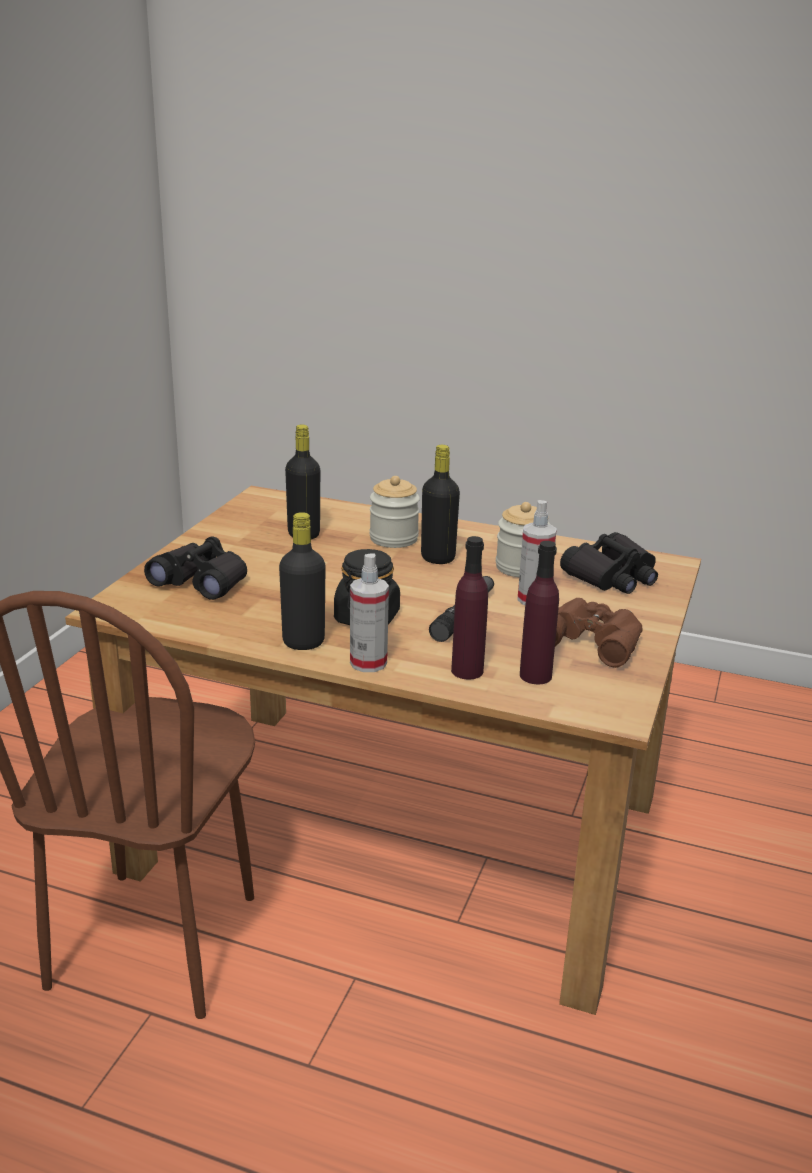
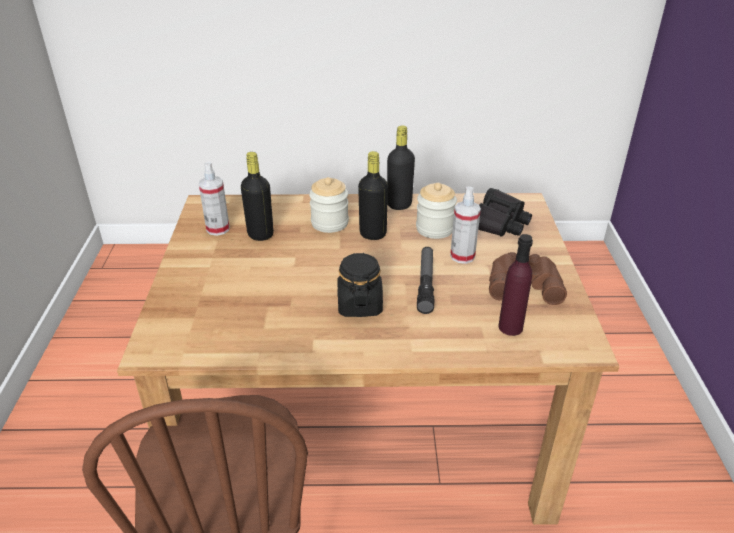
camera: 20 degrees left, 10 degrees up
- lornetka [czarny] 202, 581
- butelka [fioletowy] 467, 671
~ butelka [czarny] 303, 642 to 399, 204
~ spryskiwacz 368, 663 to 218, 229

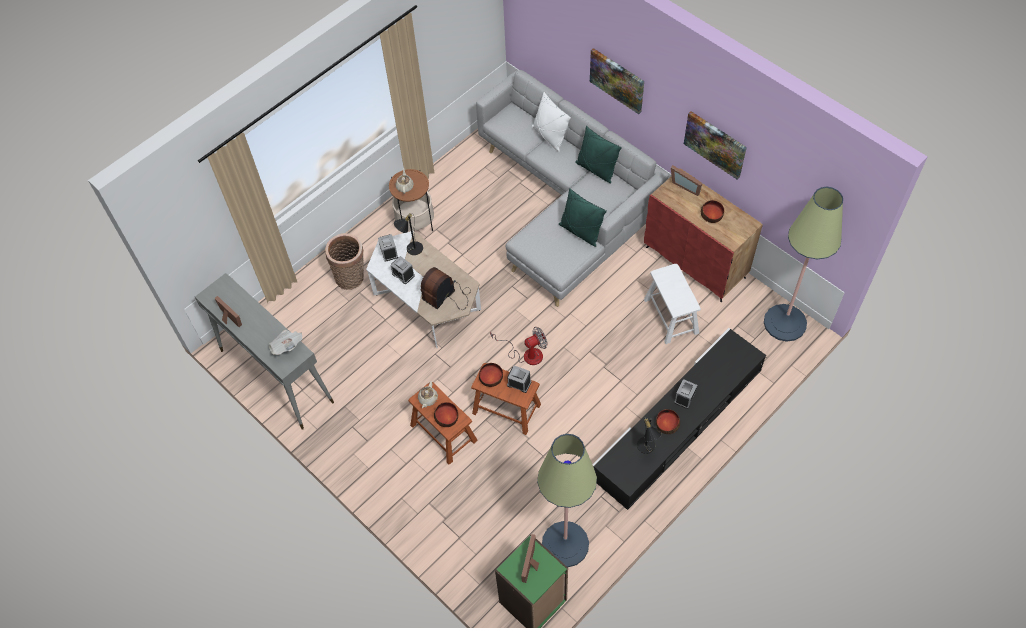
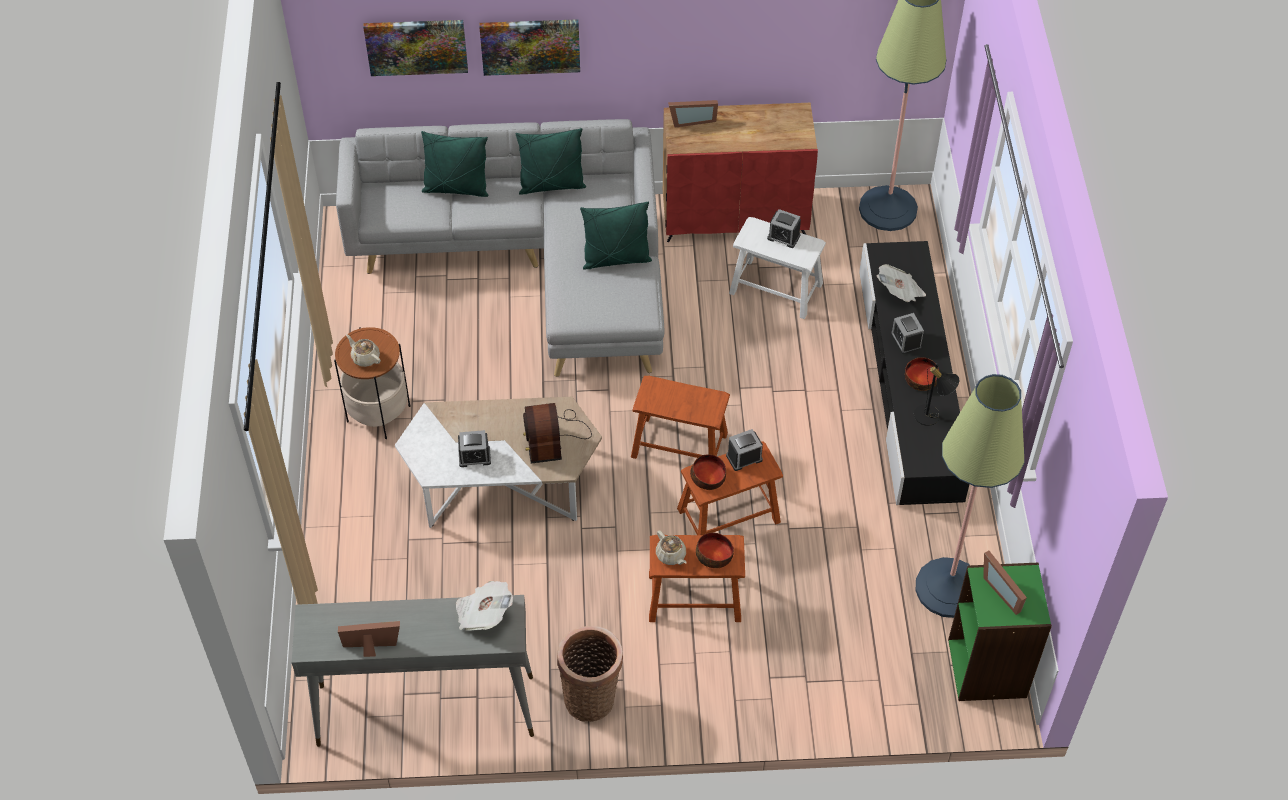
camera: 50 degrees left, 5 degrees down
- lampa stołowa [czarny] 411, 248
- miska 711, 215
+ gazeta 899, 292
~ koszyk 351, 277 to 591, 696
~ budzik 389, 252 to 783, 237
~ obraz 715, 144 to 416, 46
~ wentylator 526, 354 to stołek [brązowy] 679, 445
~ poduszka [biały] 549, 136 to poduszka [zielony] 456, 188

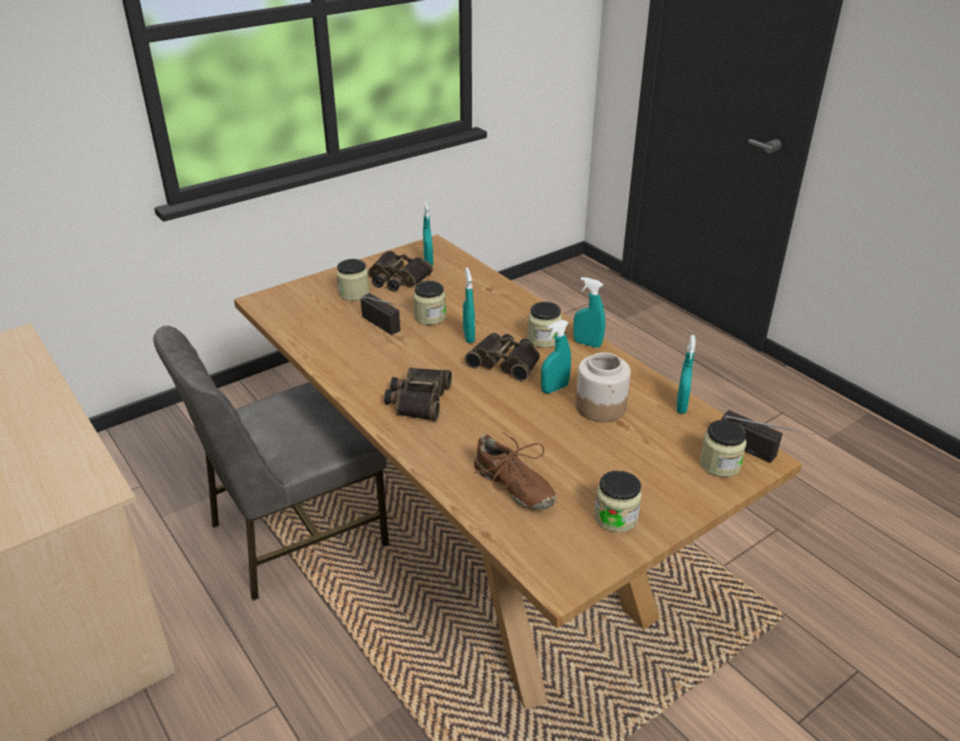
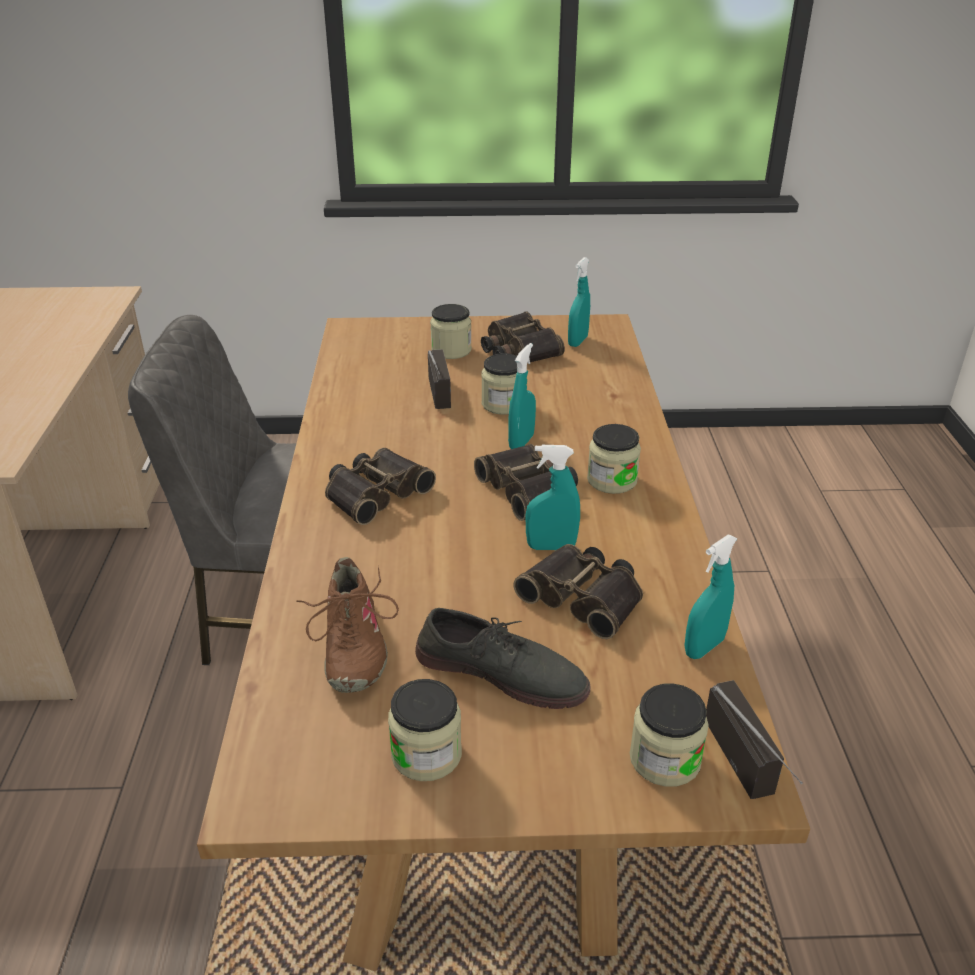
camera: 35 degrees right, 0 degrees up
- spryskiwacz [turkusowy] 587, 344
+ but [szary] 501, 671
~ słoik 601, 406 to lornetka 585, 596

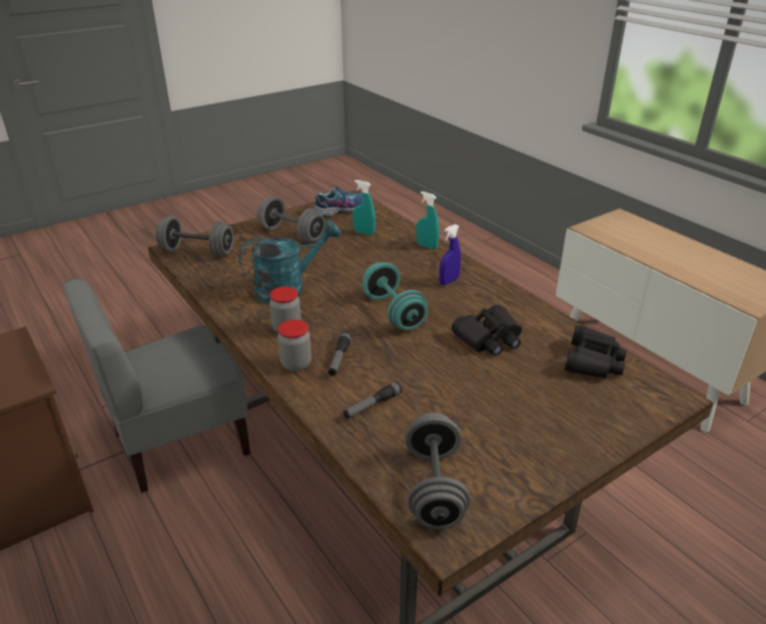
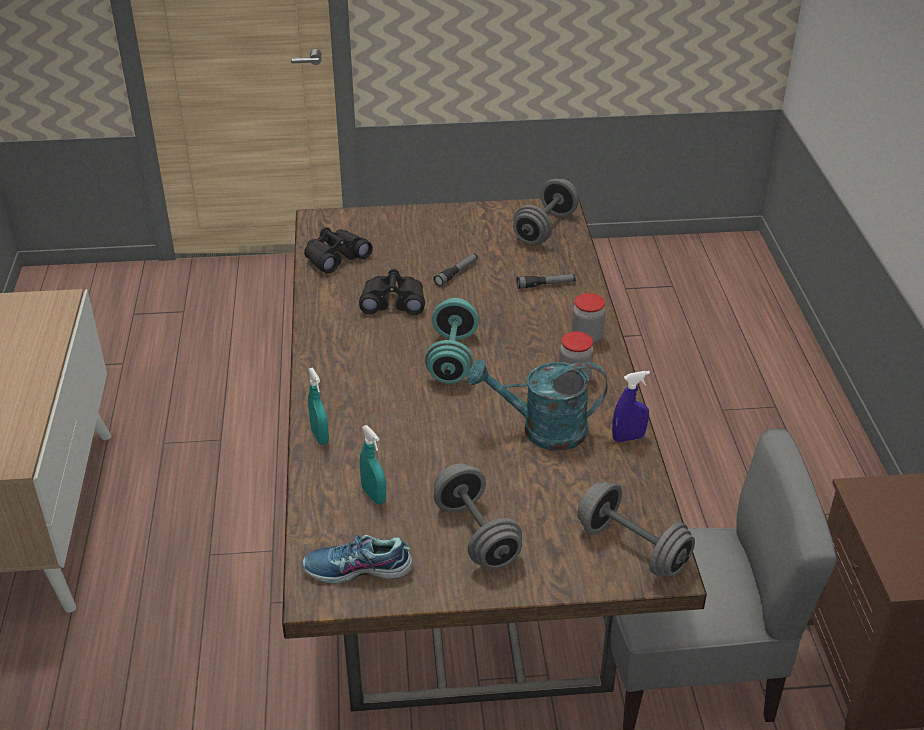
camera: 150 degrees left, 5 degrees up
~ latarka 339, 359 to 456, 273
~ spryskiwacz [niebieski] 449, 281 to 628, 438

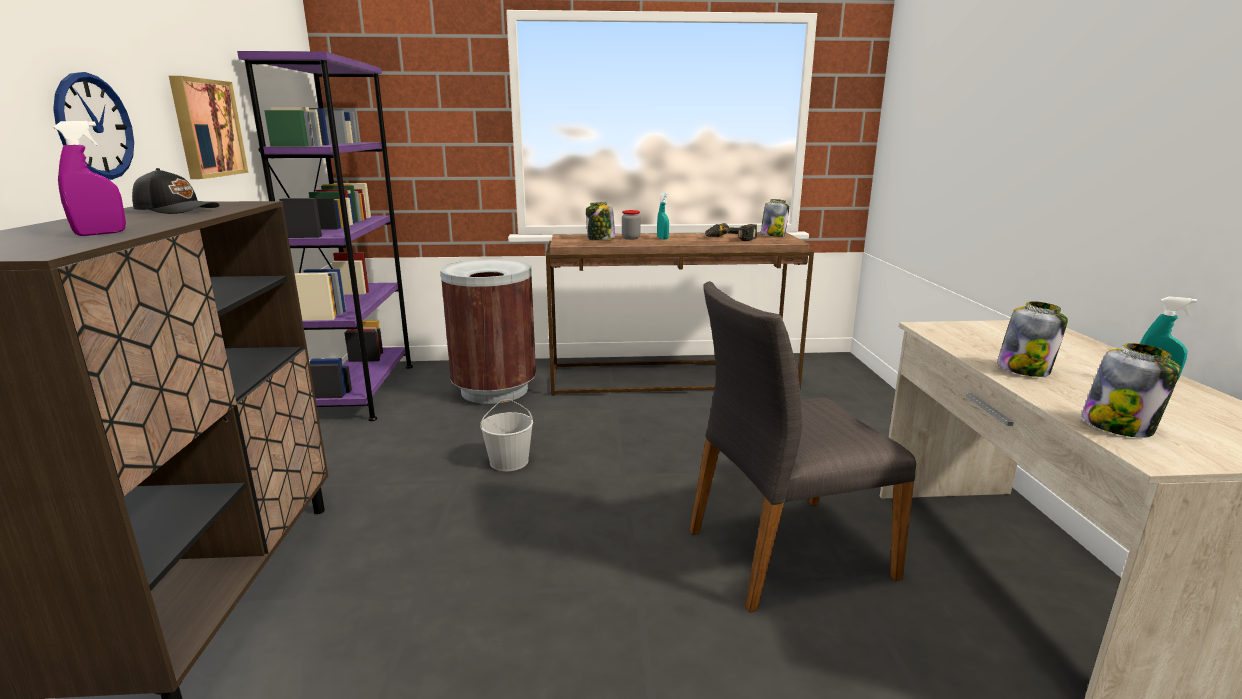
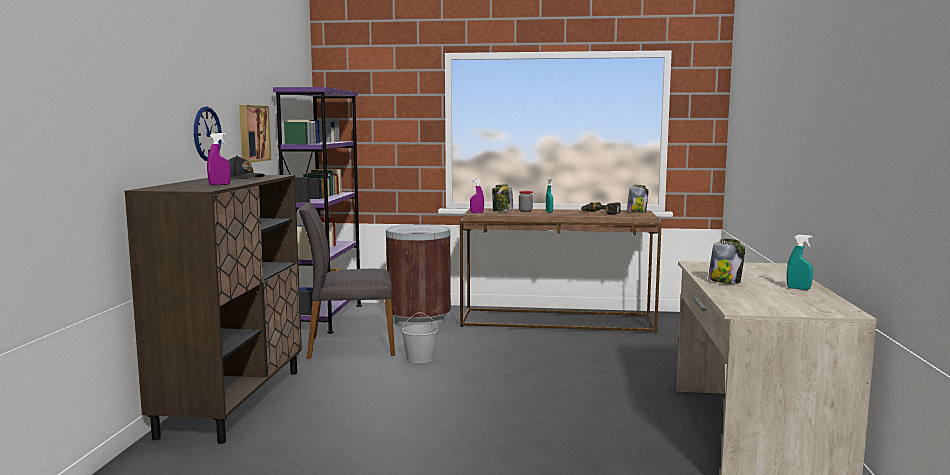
camera: 10 degrees right, 10 degrees down
- słoik 1119, 426
+ spryskiwacz [fioletowy] 477, 213
~ krzesło [szary] 785, 552 to 350, 346

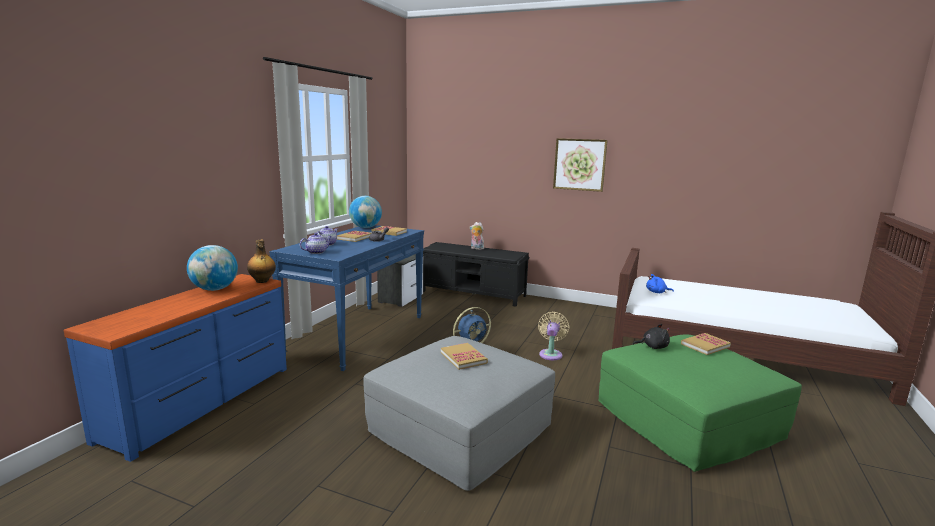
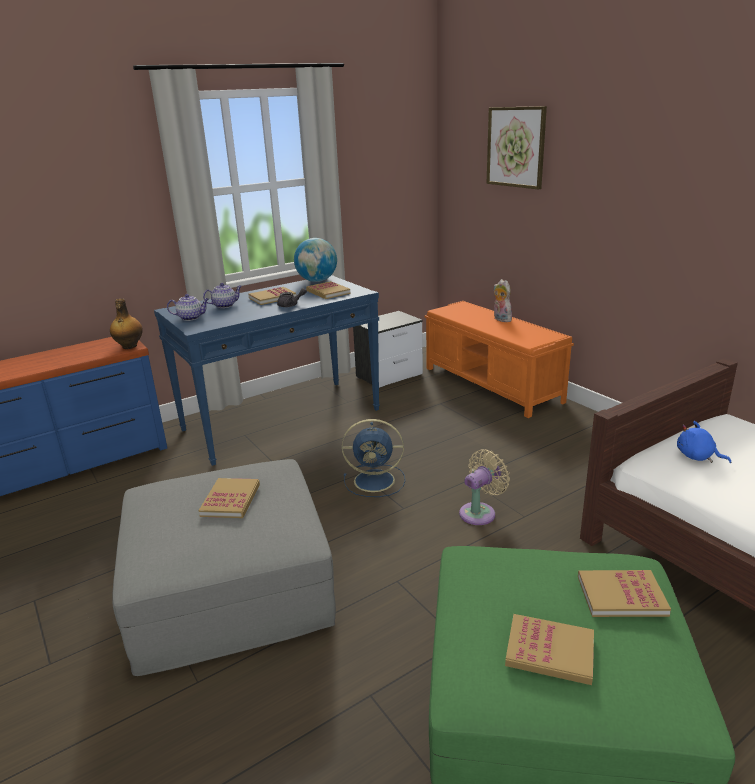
camera: 35 degrees right, 10 degrees up
- globus 215, 289
- pluszak [czarny] 653, 347
+ książka 550, 651
~ obraz 579, 164 to 516, 147
~ ławka [czarny] 474, 293 to ławka [pomarańczowy] 492, 385

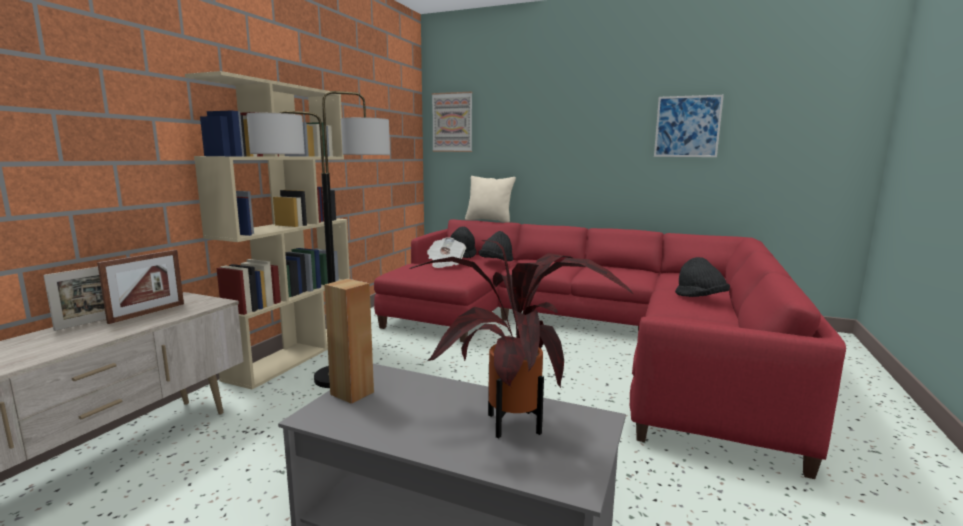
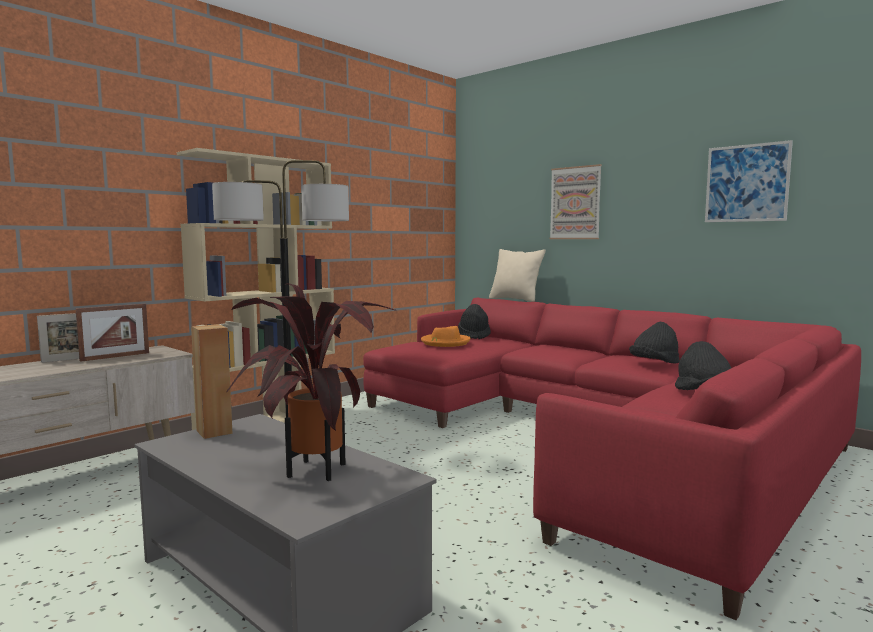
camera: 20 degrees right, 5 degrees down
~ obraz 452, 122 to 575, 203
~ kapelusz [czarny] 496, 262 to 654, 364
~ gazeta 445, 263 to kapelusz [pomarańczowy] 445, 342

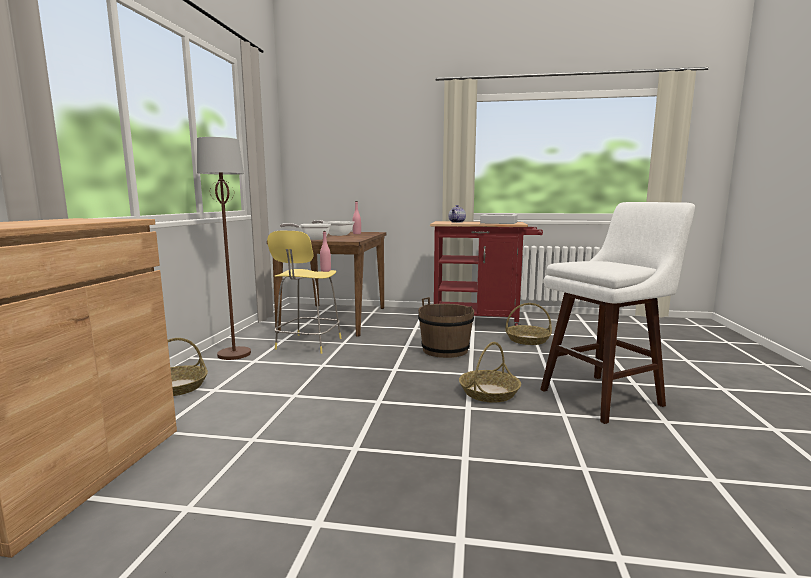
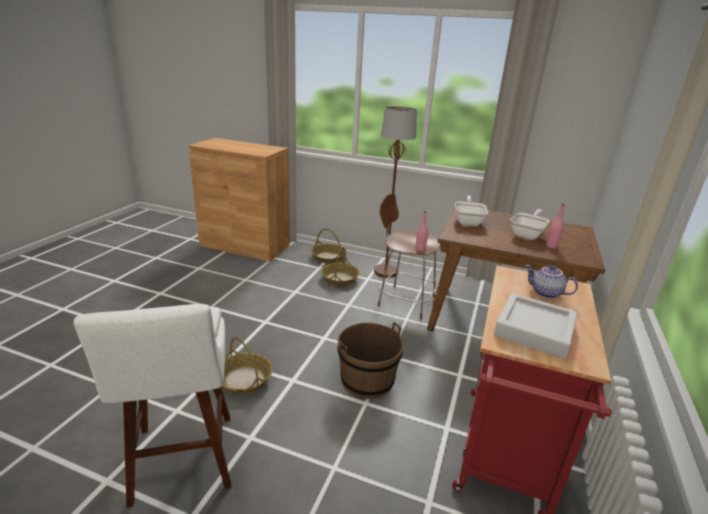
camera: 100 degrees right, 15 degrees up
~ koszyk 528, 340 to 339, 278
~ stołek [żółty] 308, 344 to stołek [brązowy] 404, 301

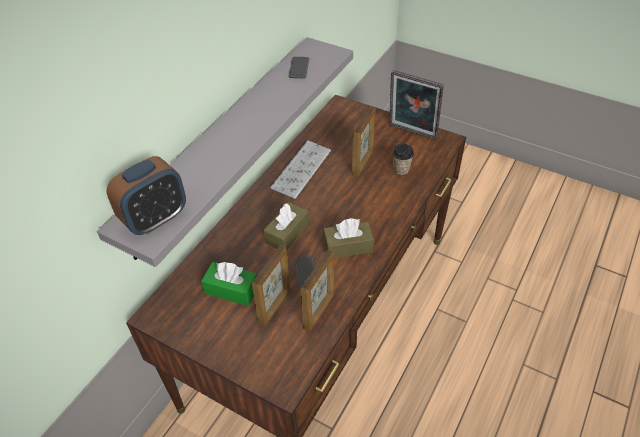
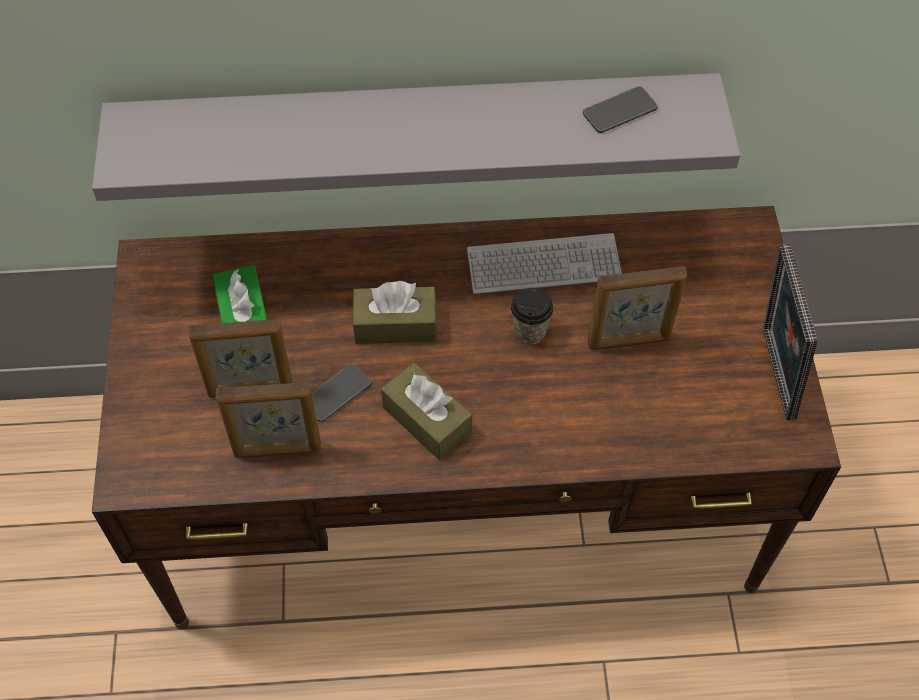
camera: 55 degrees right, 10 degrees up
- budzik 155, 219
~ filiżanka 401, 169 to 529, 331

